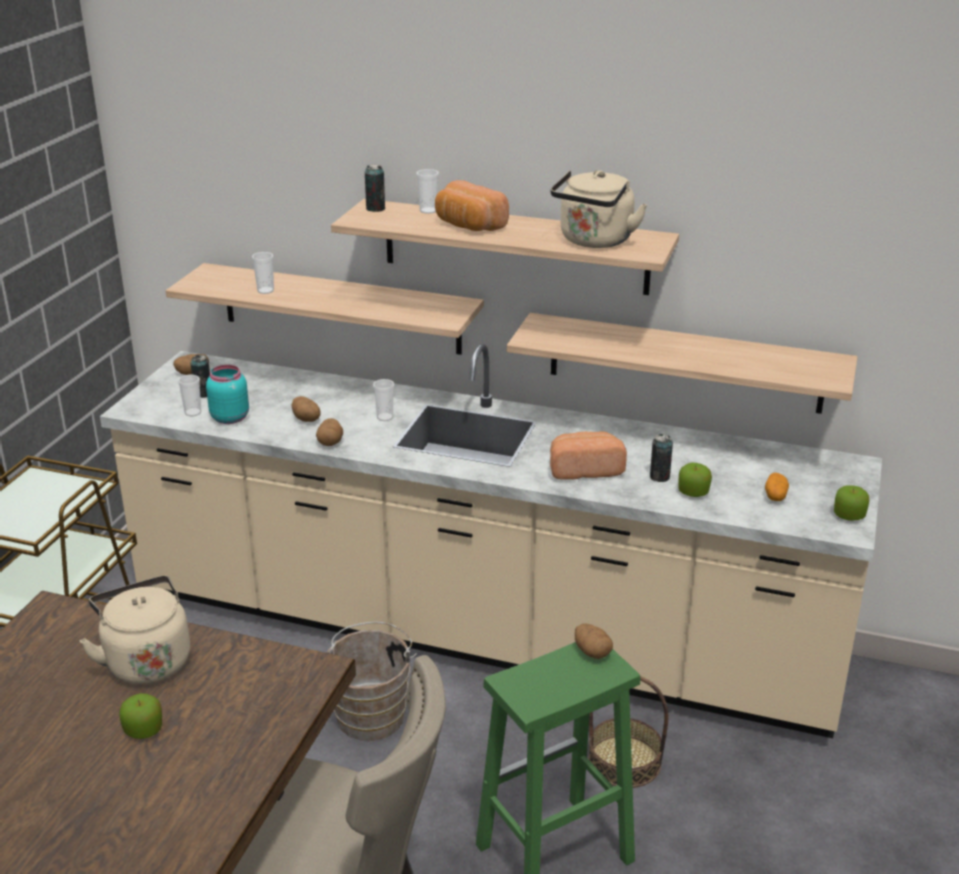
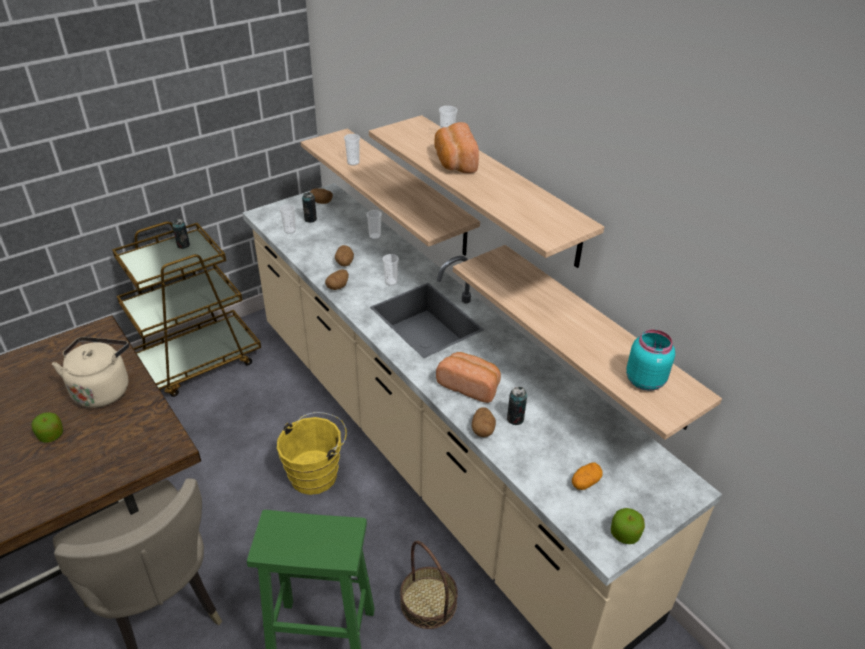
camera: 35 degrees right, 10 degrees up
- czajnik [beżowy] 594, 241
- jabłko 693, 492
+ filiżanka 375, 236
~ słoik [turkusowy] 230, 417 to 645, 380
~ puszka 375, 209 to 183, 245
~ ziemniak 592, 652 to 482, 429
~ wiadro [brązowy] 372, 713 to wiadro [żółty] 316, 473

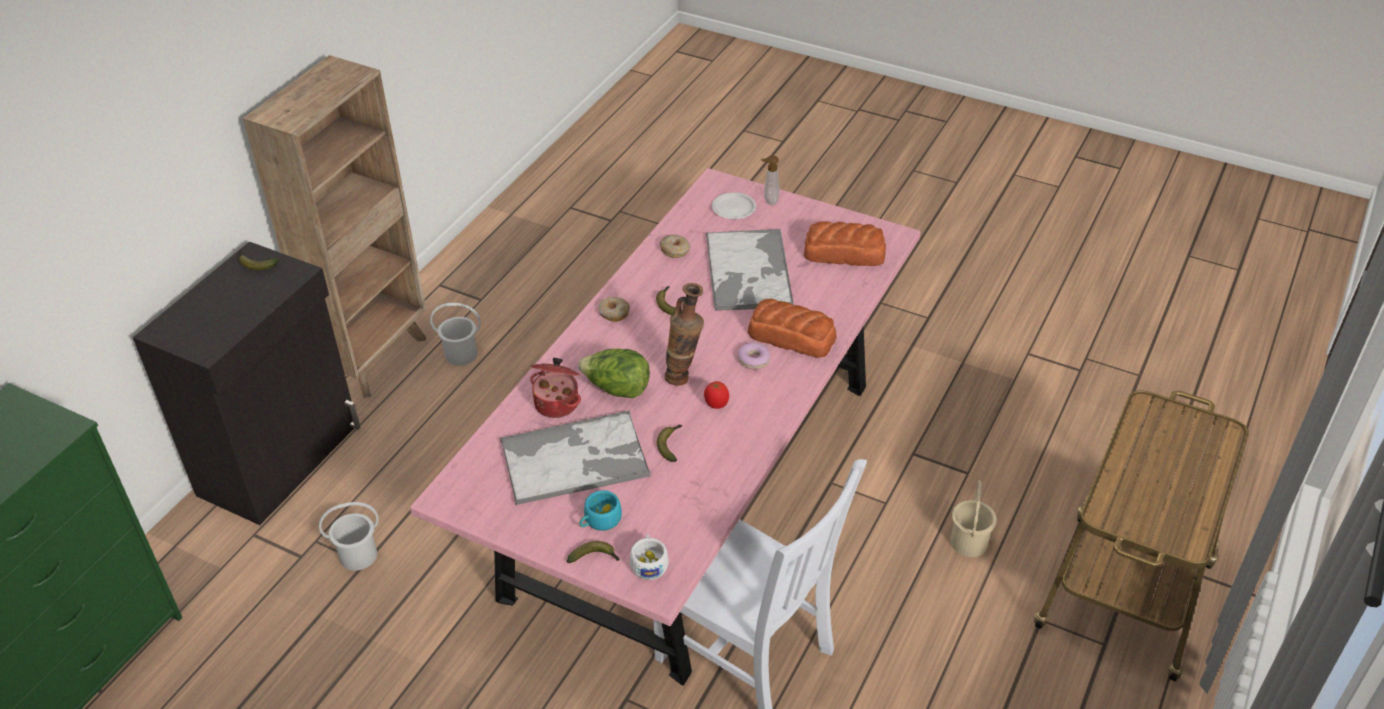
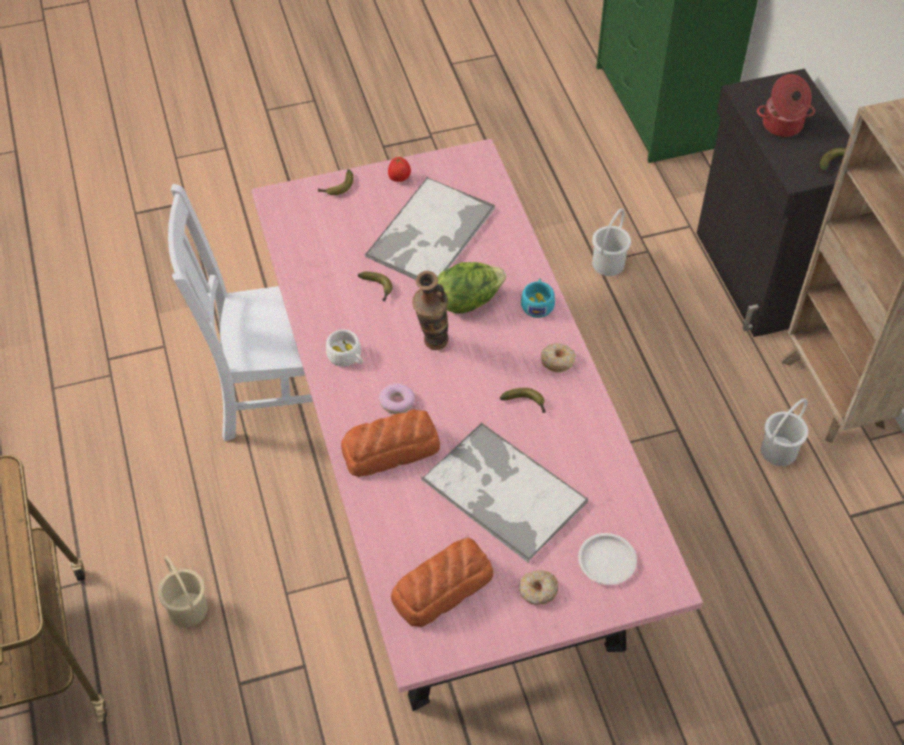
camera: 135 degrees right, 10 degrees up
- dozownik mydła 769, 201
~ garnek 557, 403 to 782, 125
~ filiżanka [turkusowy] 599, 520 to 537, 303
~ filiżanka [biały] 649, 562 to 347, 357
~ donut 675, 250 to 538, 591
~ pomidor 716, 404 to 399, 179

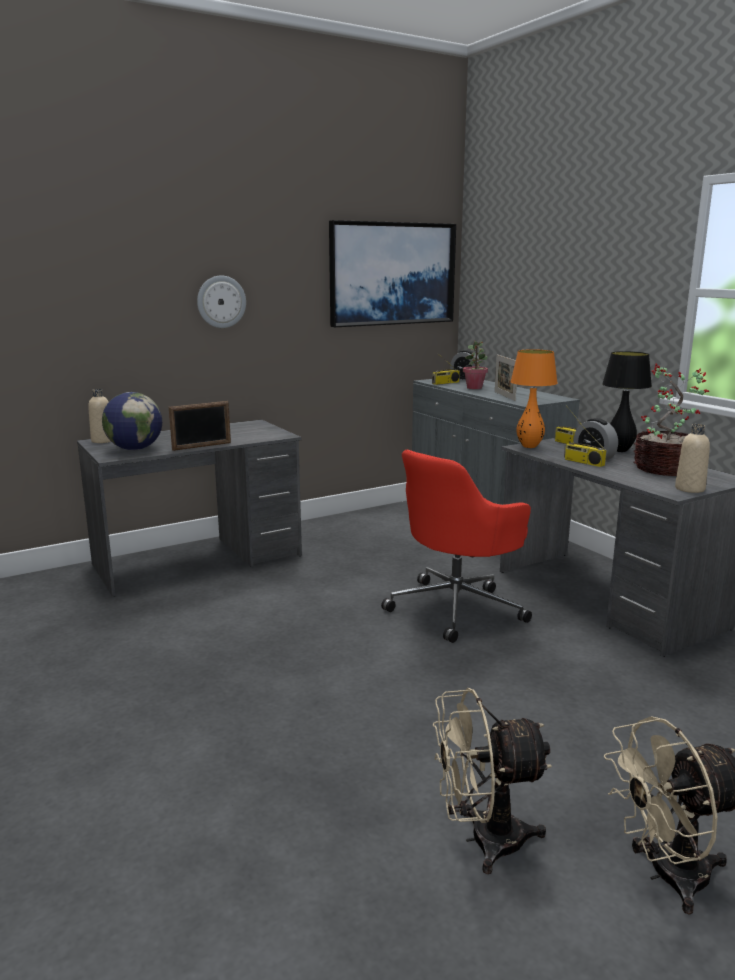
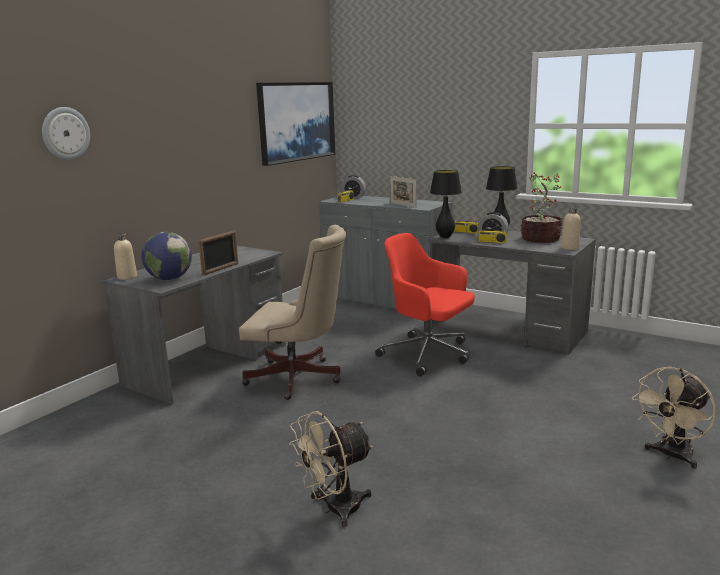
camera: 25 degrees left, 0 degrees up
- roślina doniczkowa 474, 388
+ krzesło biurowe [beżowy] 299, 379
~ zegar ścienny 221, 302 to 65, 133
~ wentylator [beżowy] 482, 840 to 335, 509
~ lampa stołowa [pomarańczowy] 529, 446 to lampa stołowa [czarny] 445, 237
~ krzesło biurowe [czerwony] 457, 608 = 428, 355 105 degrees clockwise

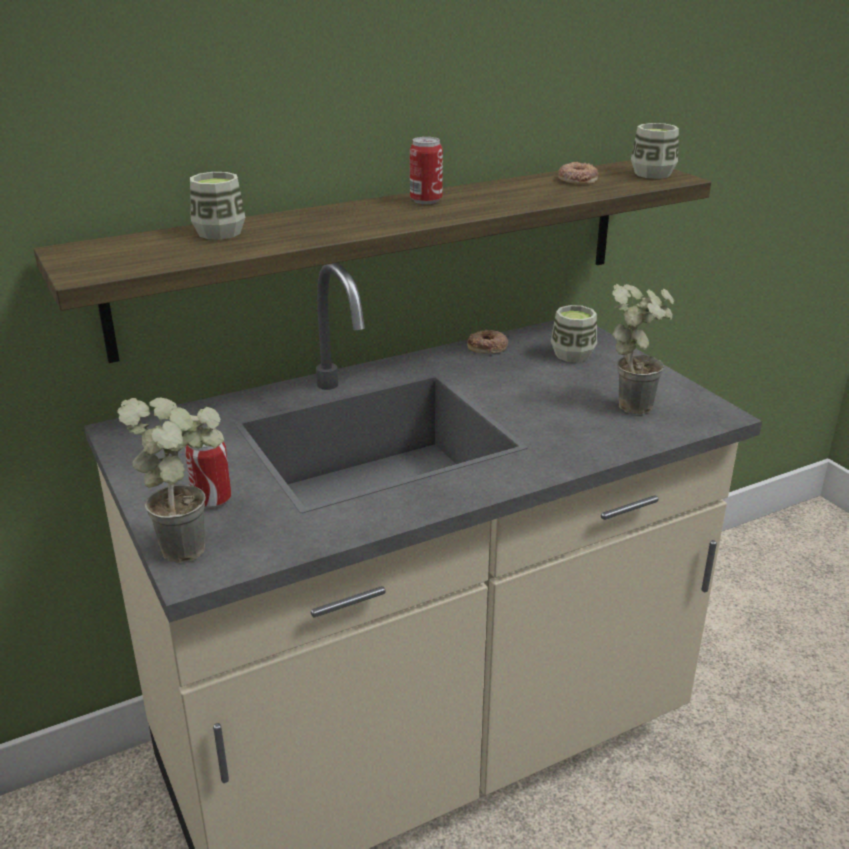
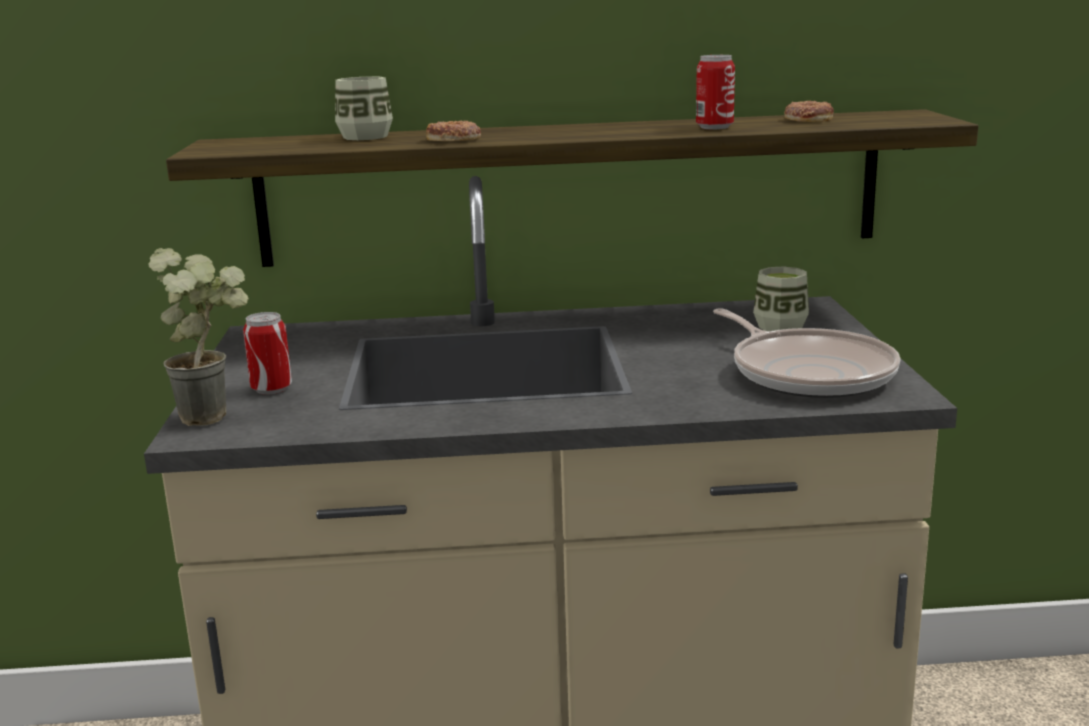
camera: 25 degrees right, 10 degrees down
- filiżanka 652, 174
~ puszka 426, 201 to 714, 127
~ donut 488, 347 to 453, 139
~ roślina doniczkowa 635, 402 to patelnia 808, 373

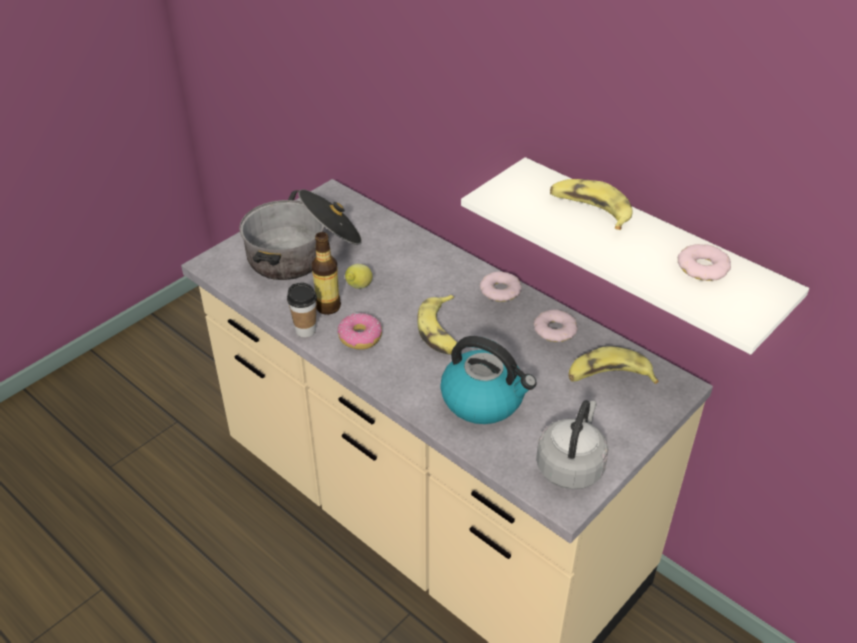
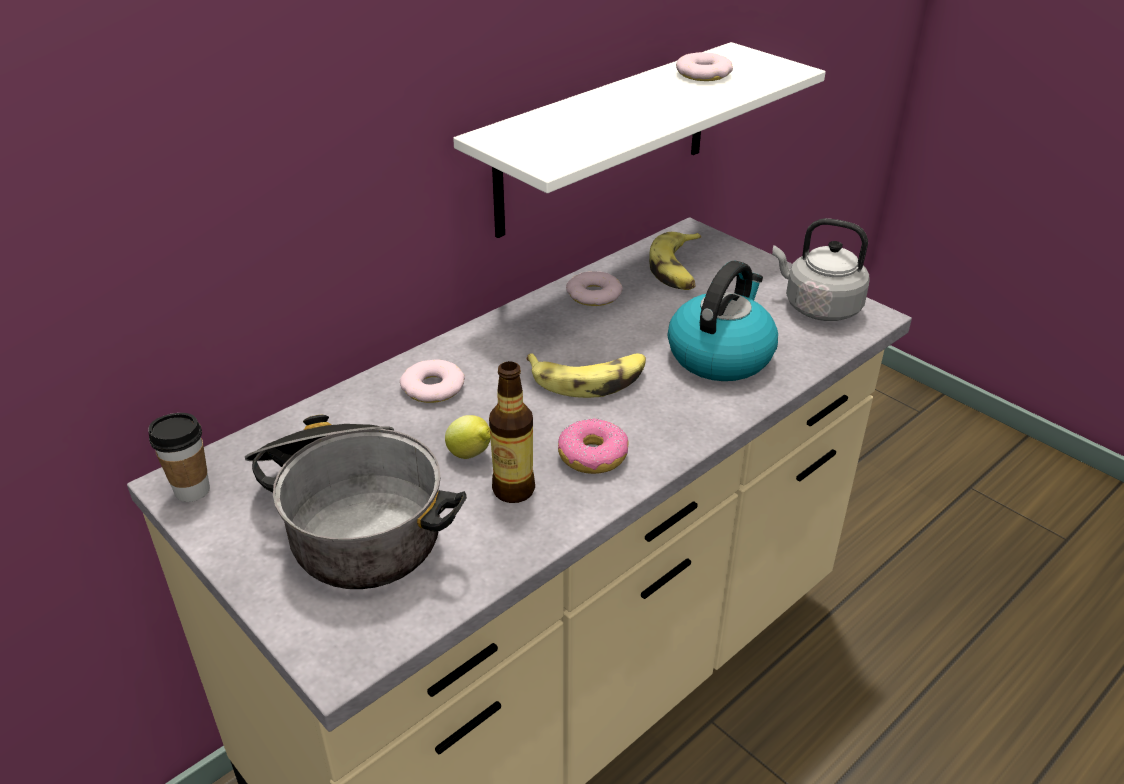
camera: 85 degrees left, 5 degrees down
- banan 590, 210
~ filiżanka 305, 330 to 192, 490
~ donut 500, 290 to 432, 387

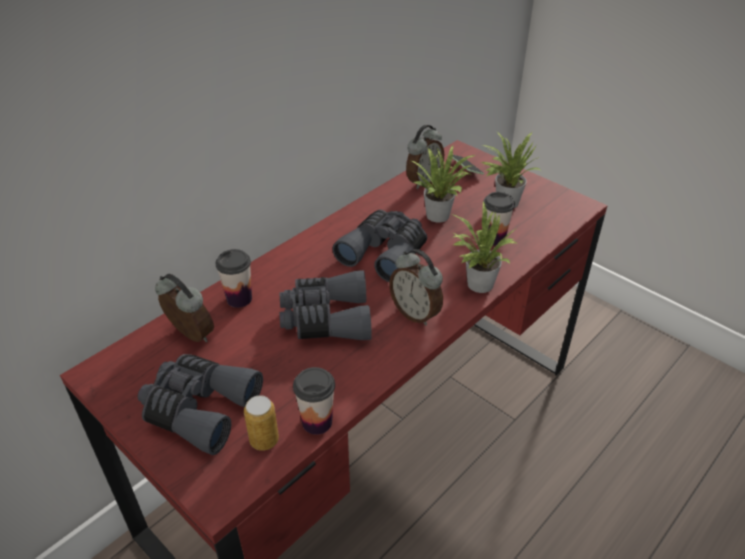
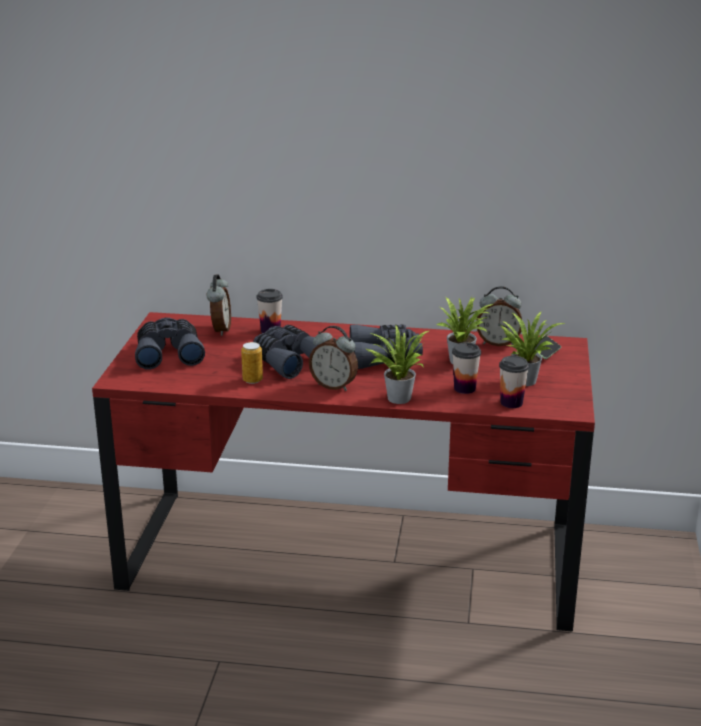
camera: 55 degrees right, 15 degrees down
~ puszka 264, 440 to 252, 380
~ filiżanka 317, 422 to 511, 403
~ budzik 415, 313 = 334, 386 75 degrees counterclockwise

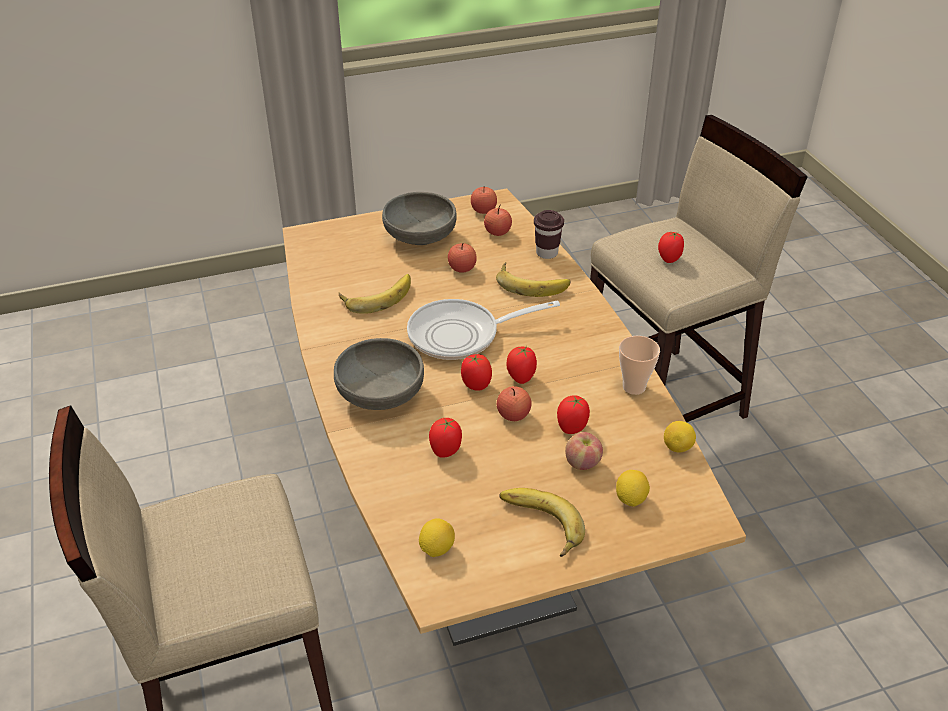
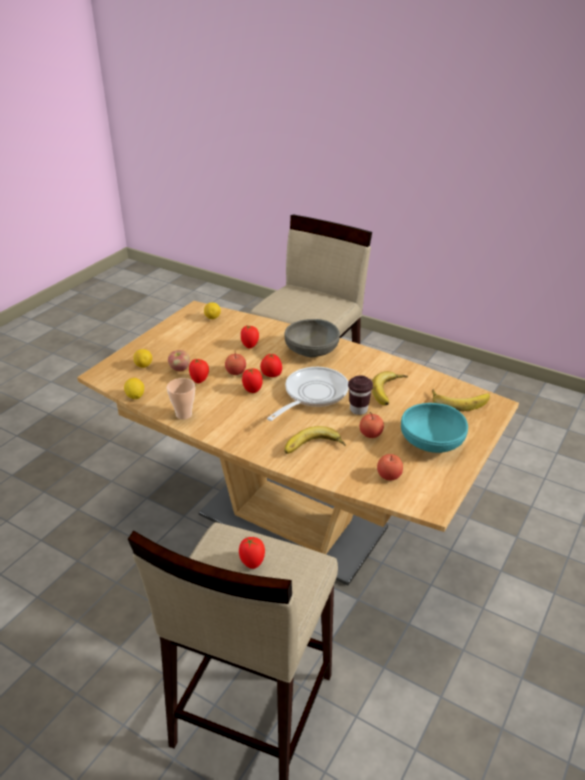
camera: 140 degrees right, 5 degrees down
- jabłko 483, 210
~ banan 538, 525 to 459, 400
~ filiżanka [brązowy] 547, 253 to 358, 409
~ miska [szary] 420, 236 to miska [turkusowy] 431, 442

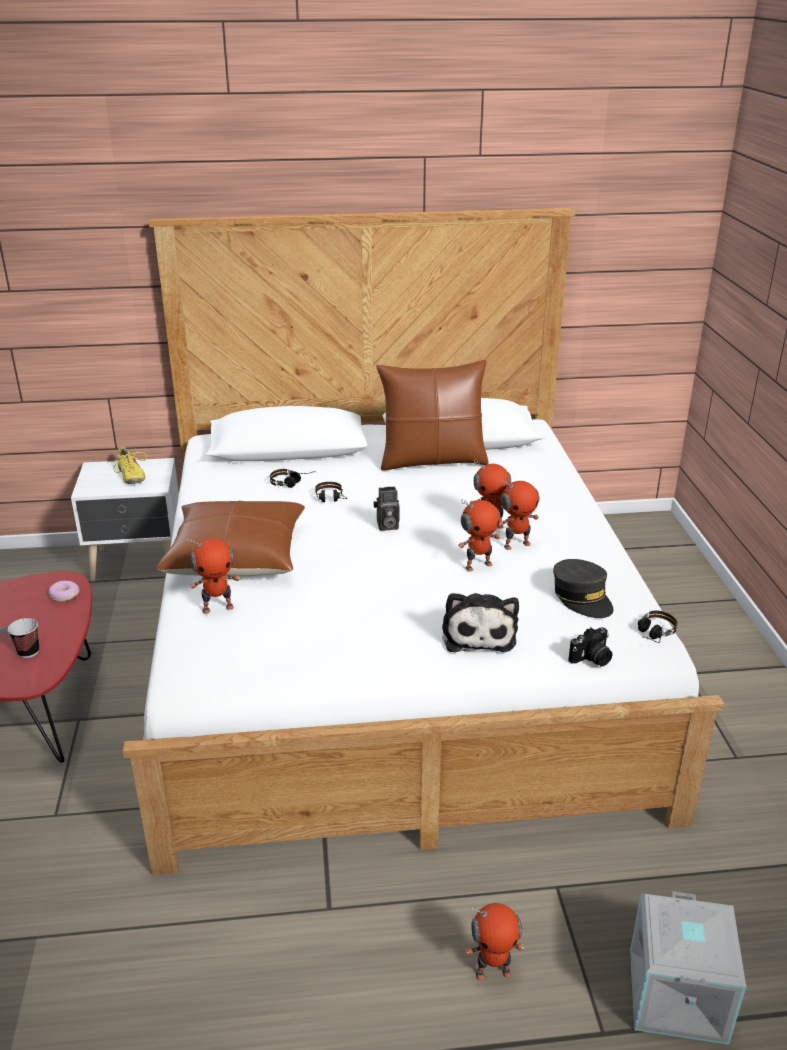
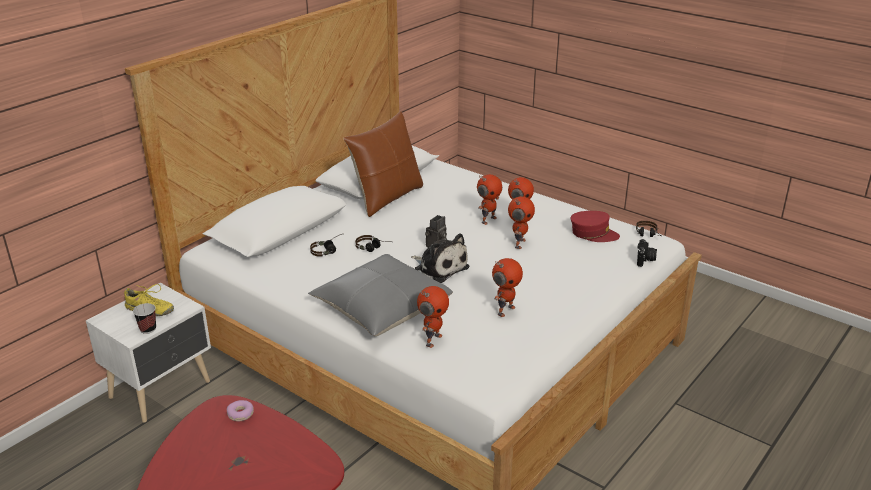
camera: 45 degrees left, 0 degrees up
- pojemnik do przechowywania [szary] 679, 996
~ filiżanka 28, 652 to 148, 329
~ pluszak 478, 633 to 439, 268
~ robot zabawkowy 493, 971 to 505, 310
~ poduszka [brązowy] 236, 555 to poduszka [szary] 381, 308
~ czapka z daszkiem [szary] 582, 597 to czapka z daszkiem [czerwony] 593, 234

